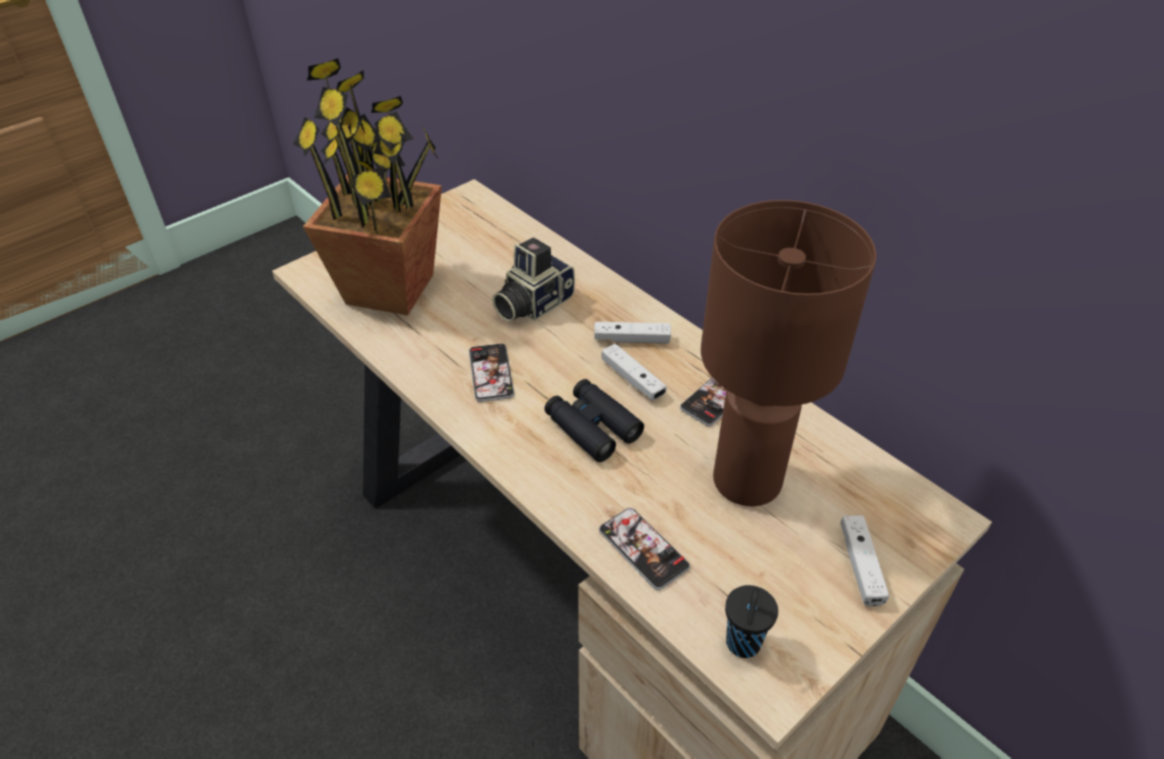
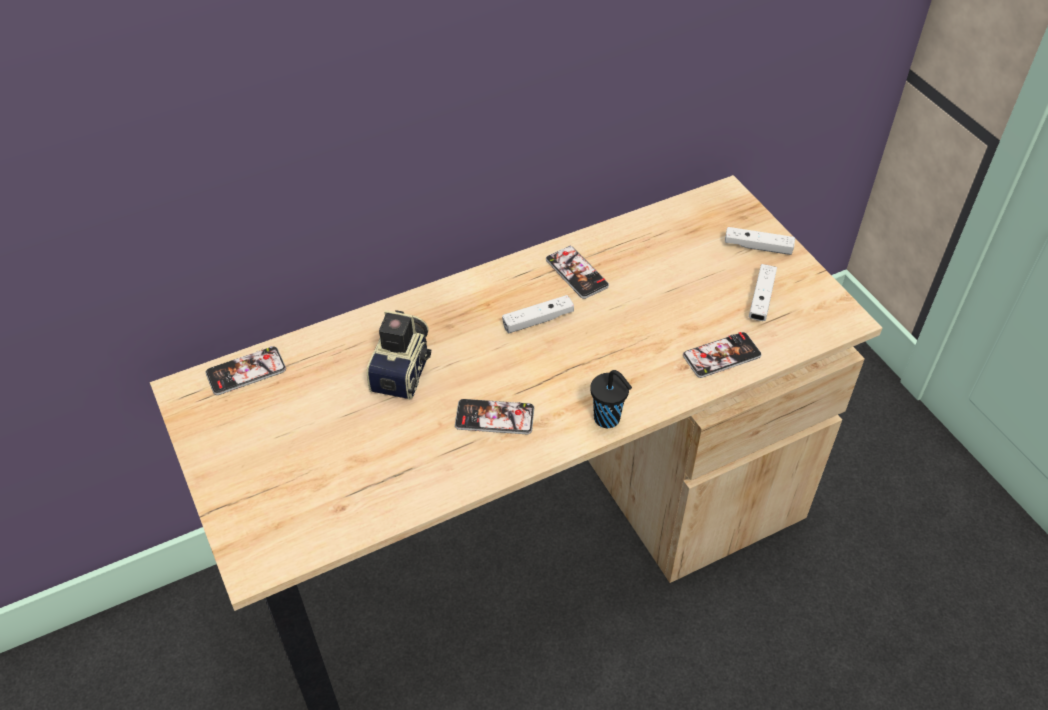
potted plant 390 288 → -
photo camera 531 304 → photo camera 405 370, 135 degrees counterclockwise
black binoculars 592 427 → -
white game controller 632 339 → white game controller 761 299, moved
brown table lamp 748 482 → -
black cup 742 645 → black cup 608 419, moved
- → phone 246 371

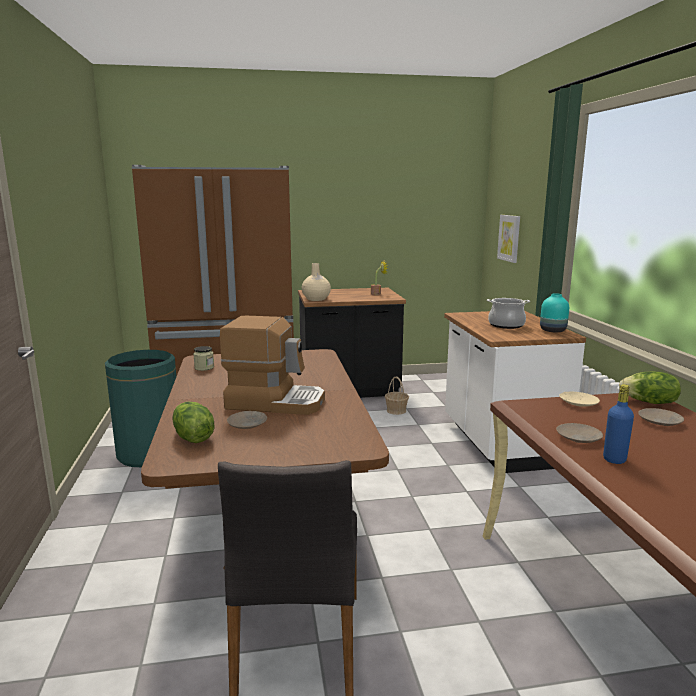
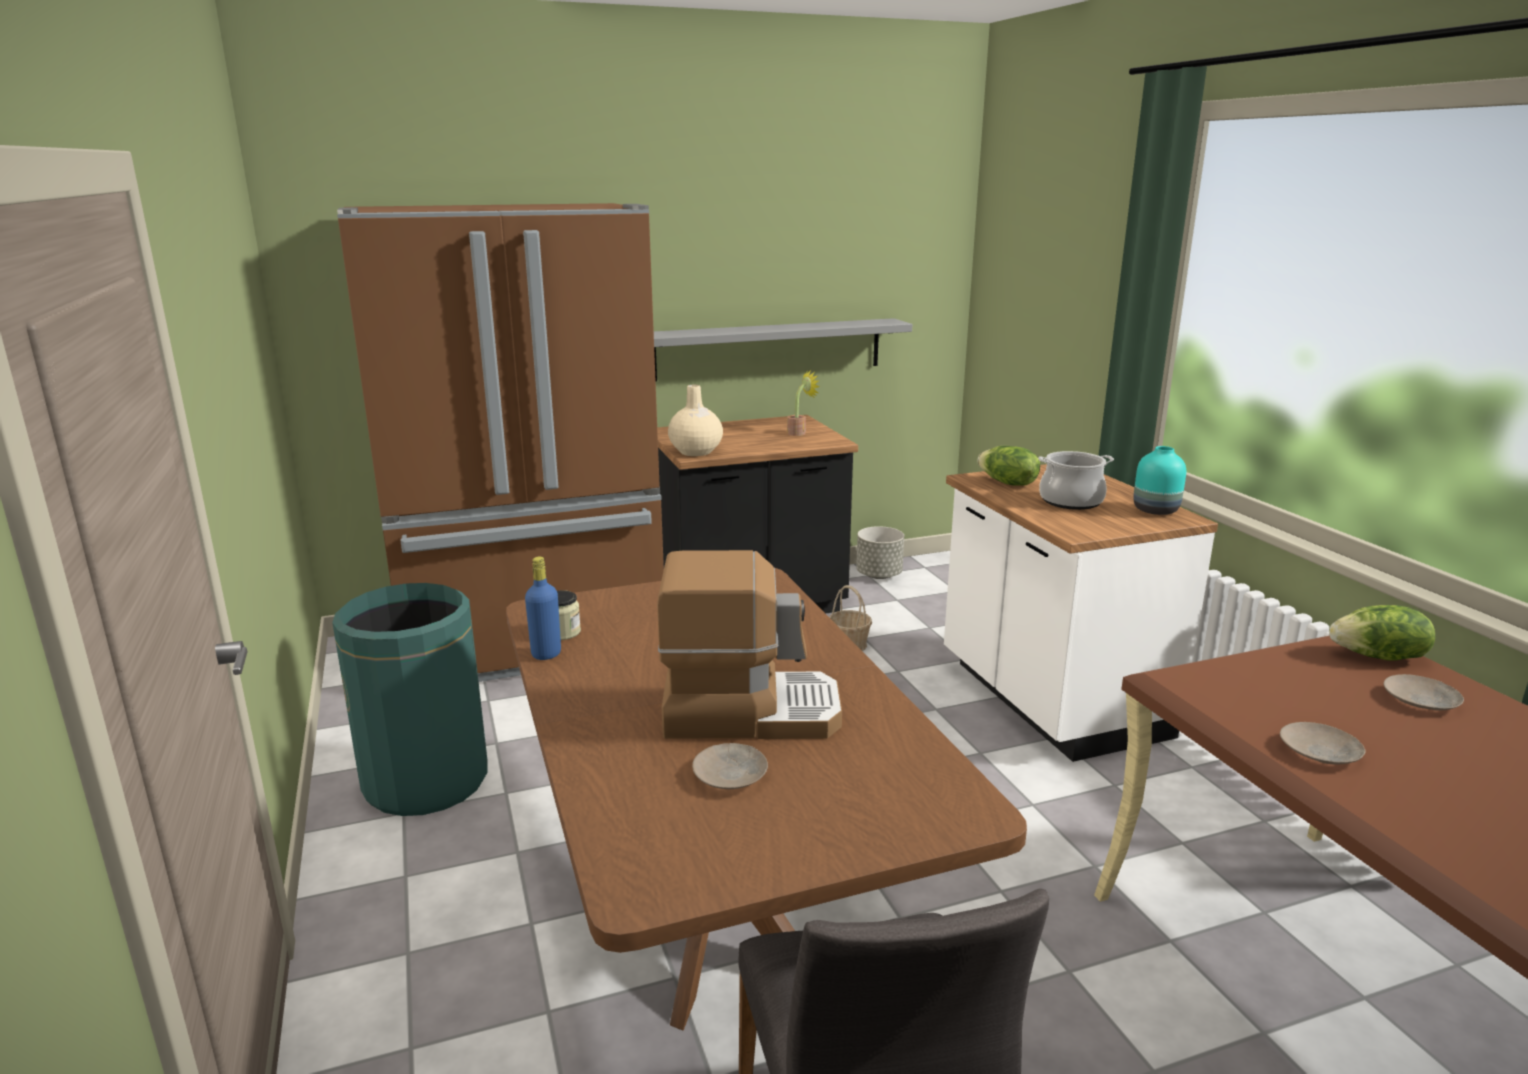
lettuce 192 438 → lettuce 1007 483, moved
picture 509 238 → -
beige plate 578 403 → -
blue bottle 614 459 → blue bottle 546 654, moved
- → grey shelf 768 349
- → grey planter 879 575

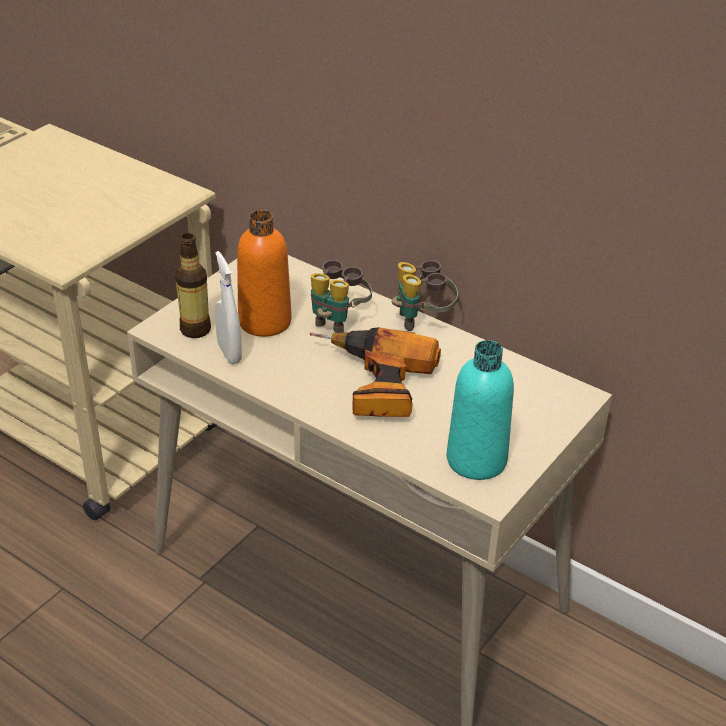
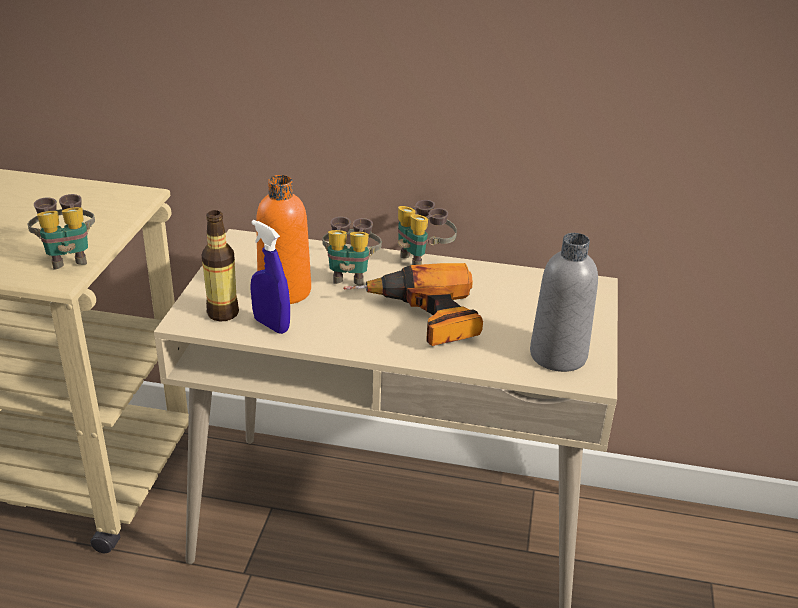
white spray bottle 229 353 → blue spray bottle 271 325
turquoise bottle 476 460 → grey bottle 558 355
- → binoculars 68 257

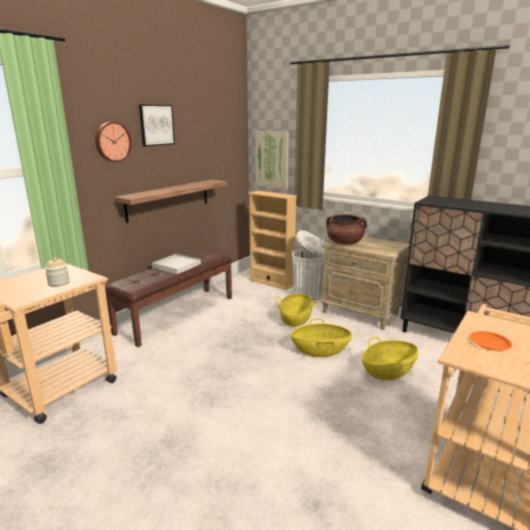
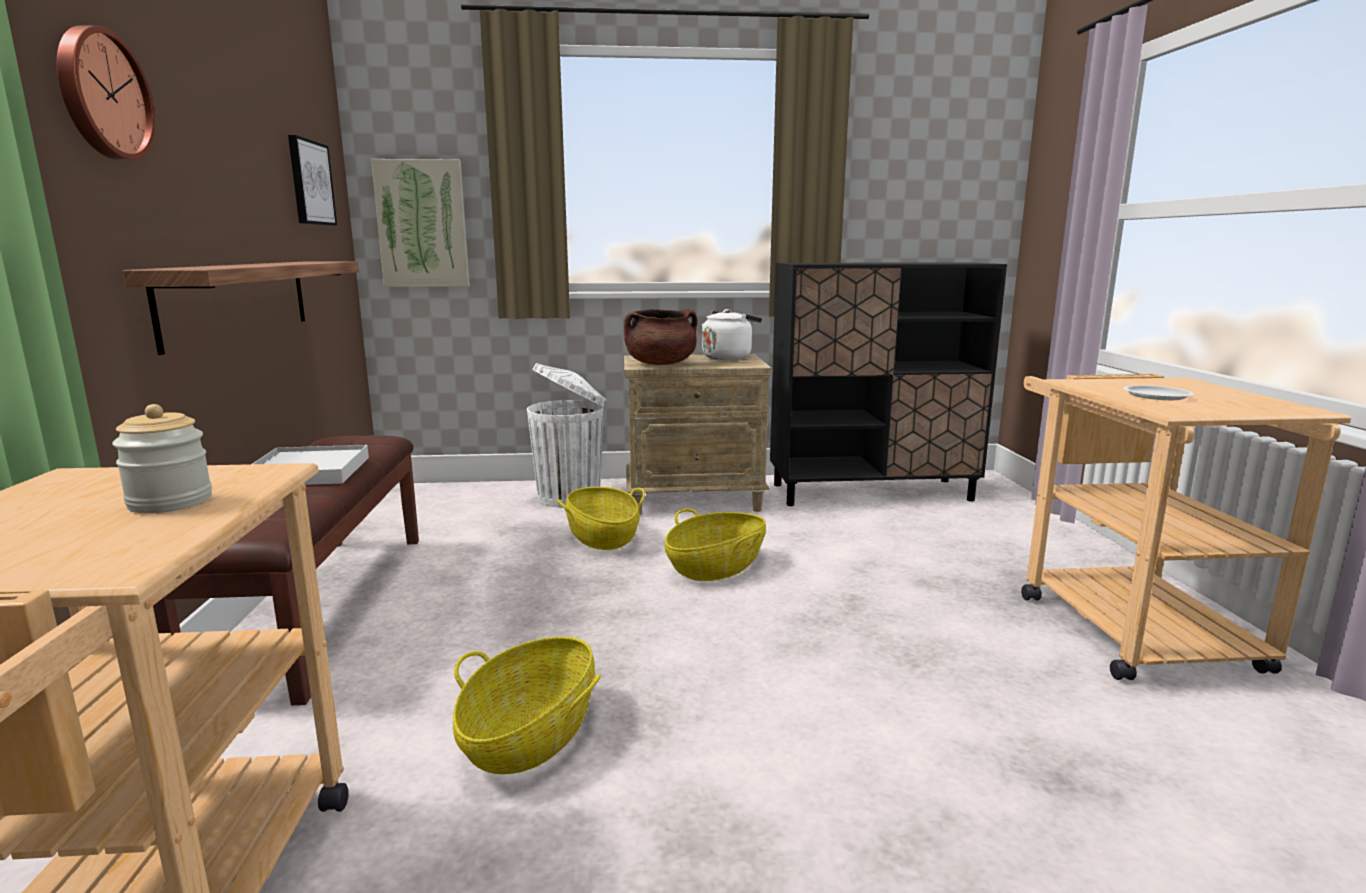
picture 156 125 → picture 310 183, moved
beige bookcase 271 282 → -
basket 388 370 → basket 530 735, moved
orange plate 489 343 → white plate 1156 396
- → white kettle 728 357

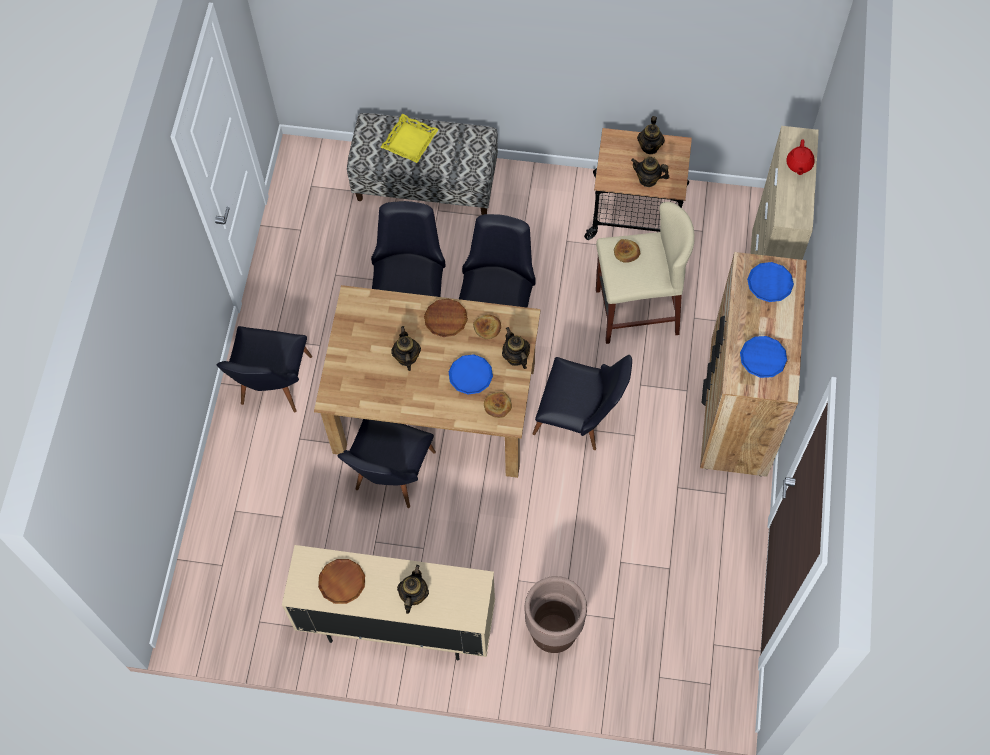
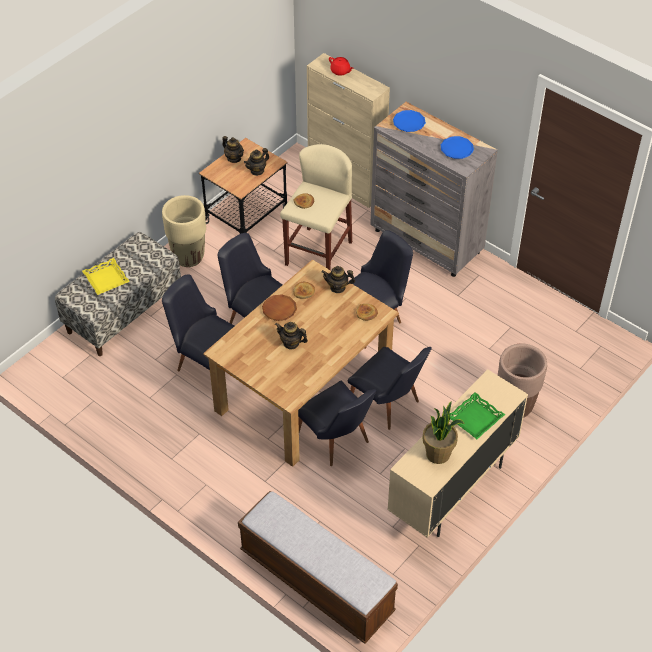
black chair 272 387 → black chair 388 406, moved
brown plate 342 582 → potted plant 438 454
teapot 413 595 → green tray 475 419
blue plate 470 376 → -
brown dresser 736 411 → grey dresser 427 242
- → beige planter 188 257
- → bench 316 582

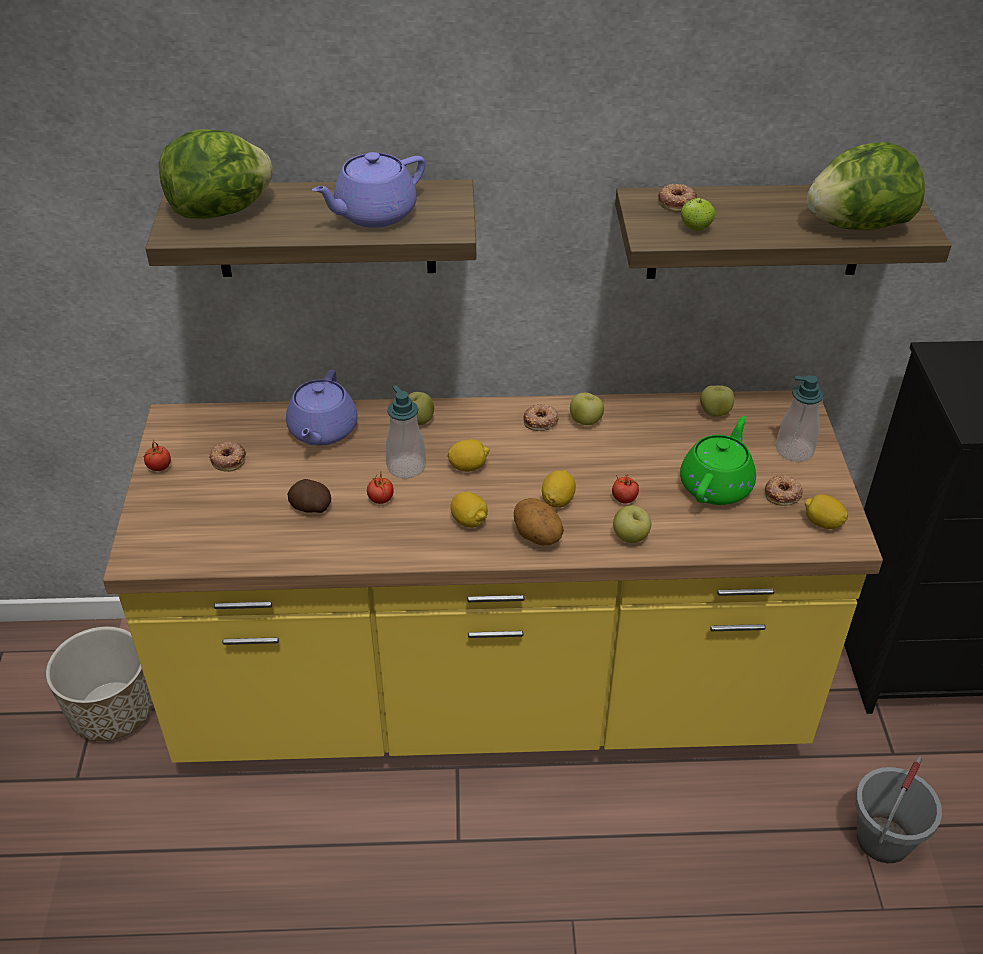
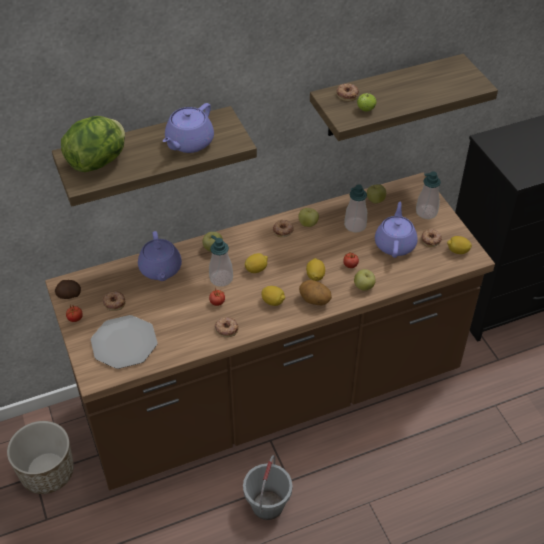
yellow counter 490 698 → brown counter 272 394
potato 310 508 → potato 69 295, moved
green teapot 716 485 → purple teapot 395 244
lettuce 857 226 → -
grey bucket 883 840 → grey bucket 268 505, moved
- → plate 124 343
- → donut 226 328
- → soap dispenser 355 225

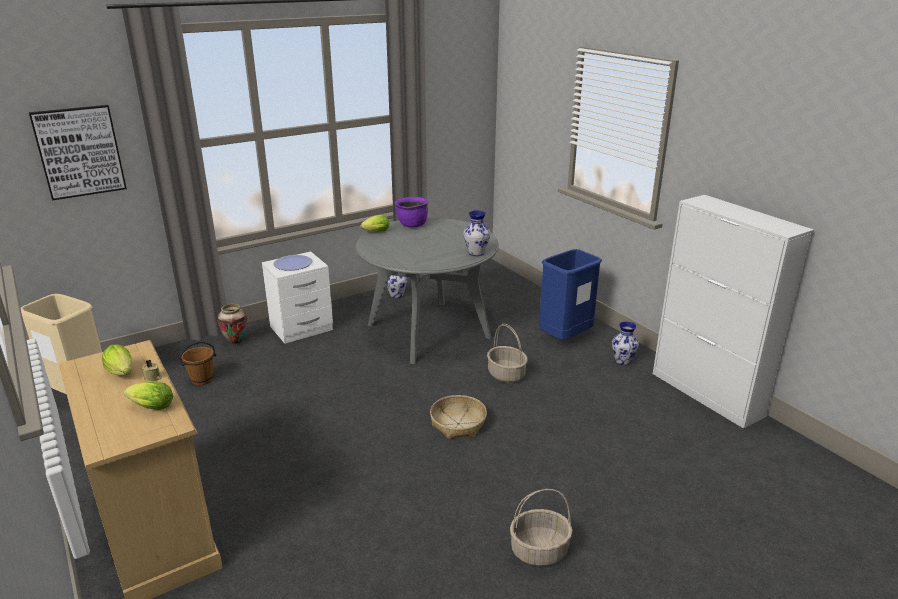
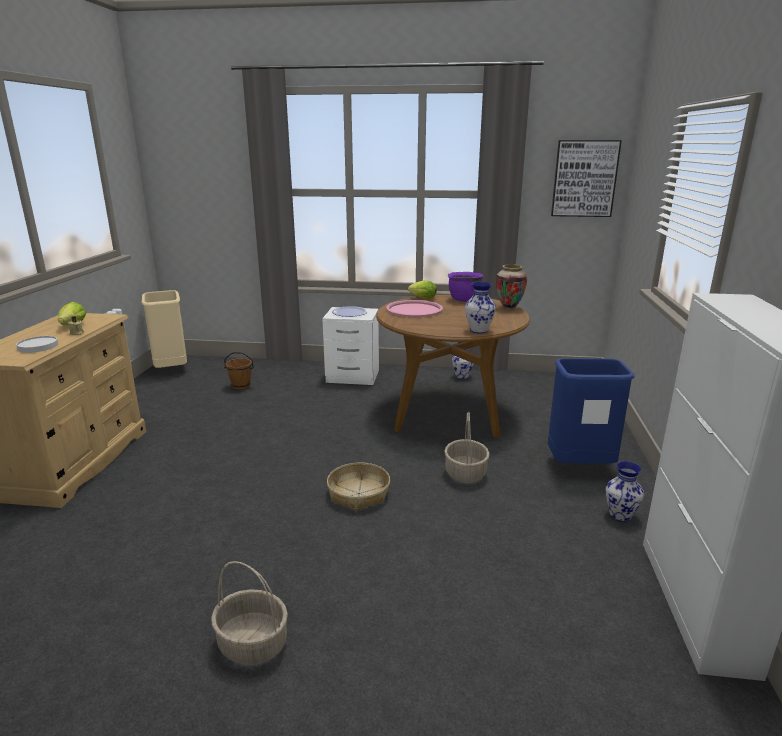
picture 79 151 → picture 584 179, moved
lettuce 150 407 → white plate 38 346
vase 236 342 → vase 509 308, moved
grey dining table 428 331 → brown dining table 448 411
- → pink tray 414 310

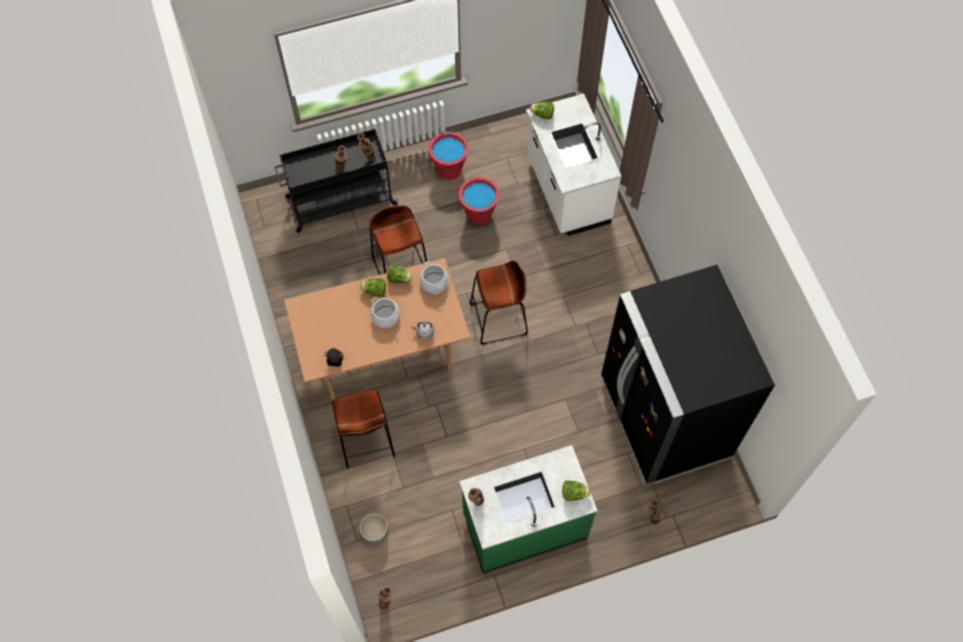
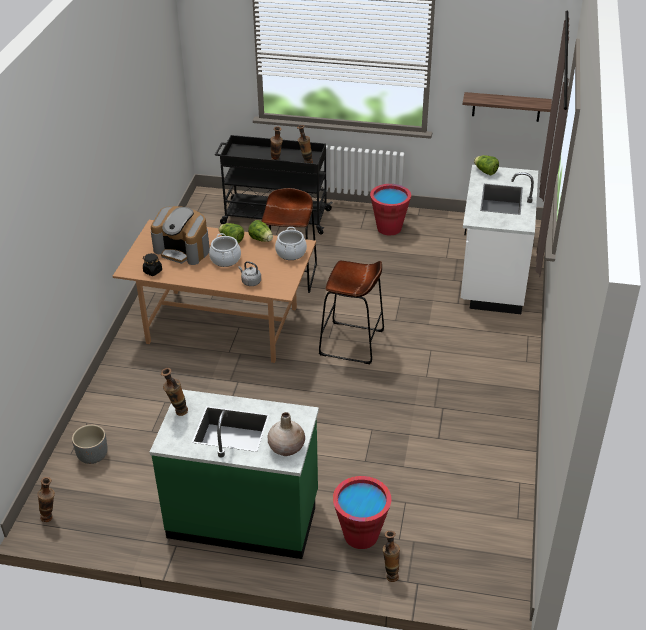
brown stool 365 440 → -
red bucket 479 214 → red bucket 361 535, moved
lettuce 574 493 → beige vase 286 447
black fridge 663 418 → -
- → coffee machine 183 250
- → shelf 506 107

